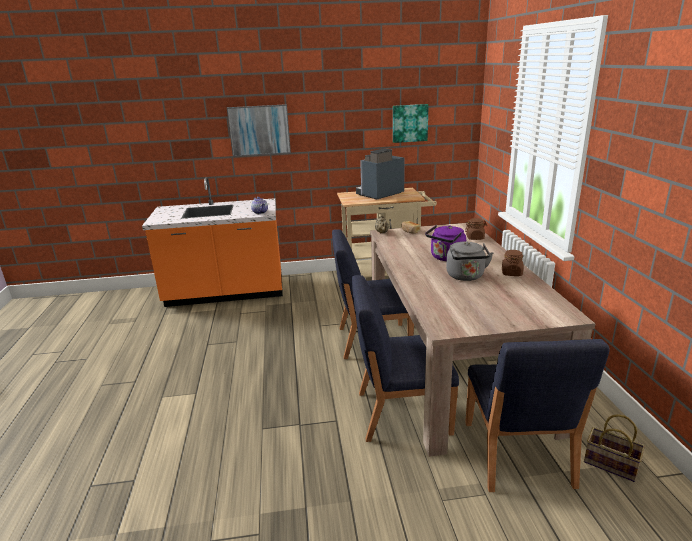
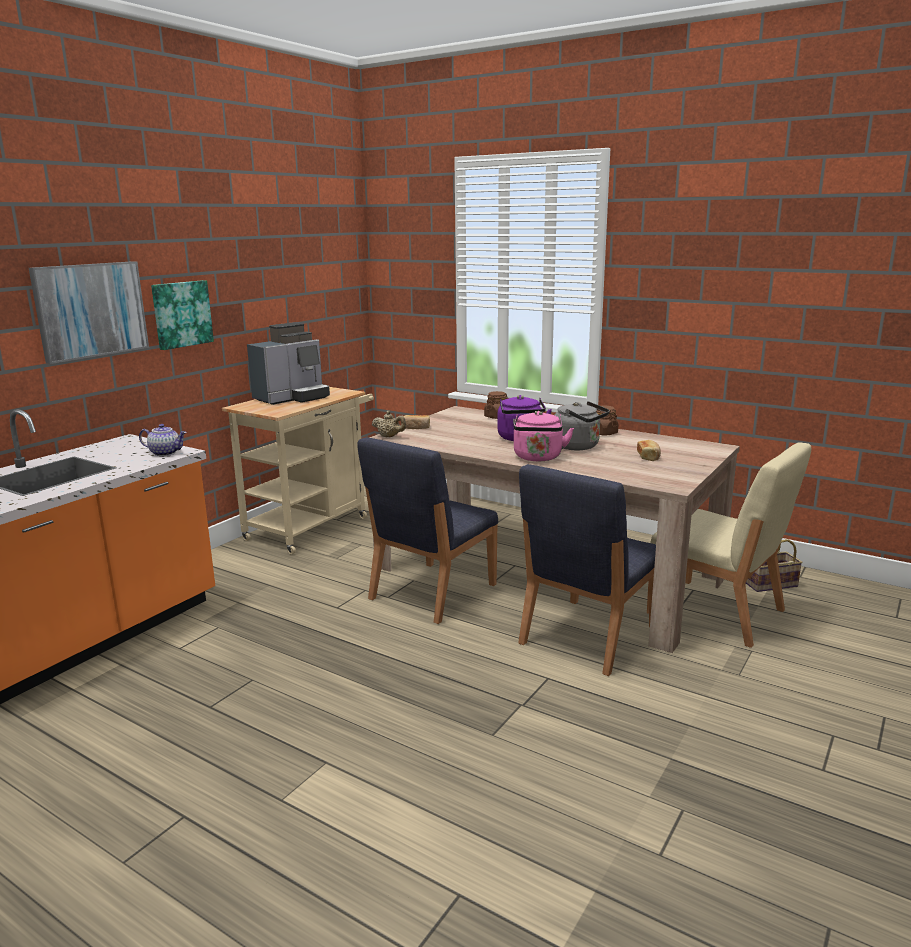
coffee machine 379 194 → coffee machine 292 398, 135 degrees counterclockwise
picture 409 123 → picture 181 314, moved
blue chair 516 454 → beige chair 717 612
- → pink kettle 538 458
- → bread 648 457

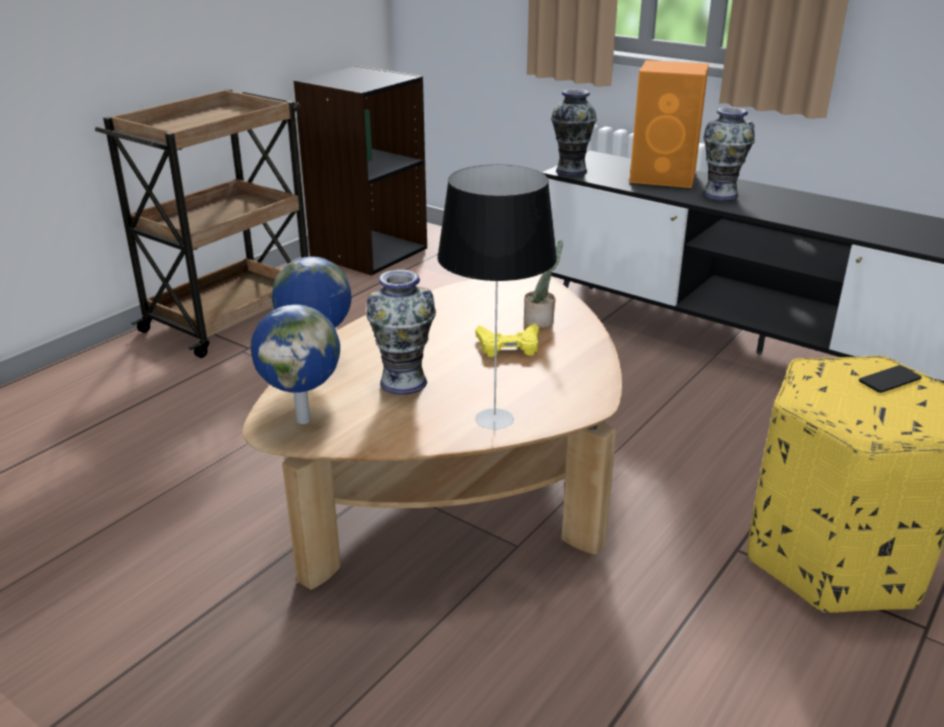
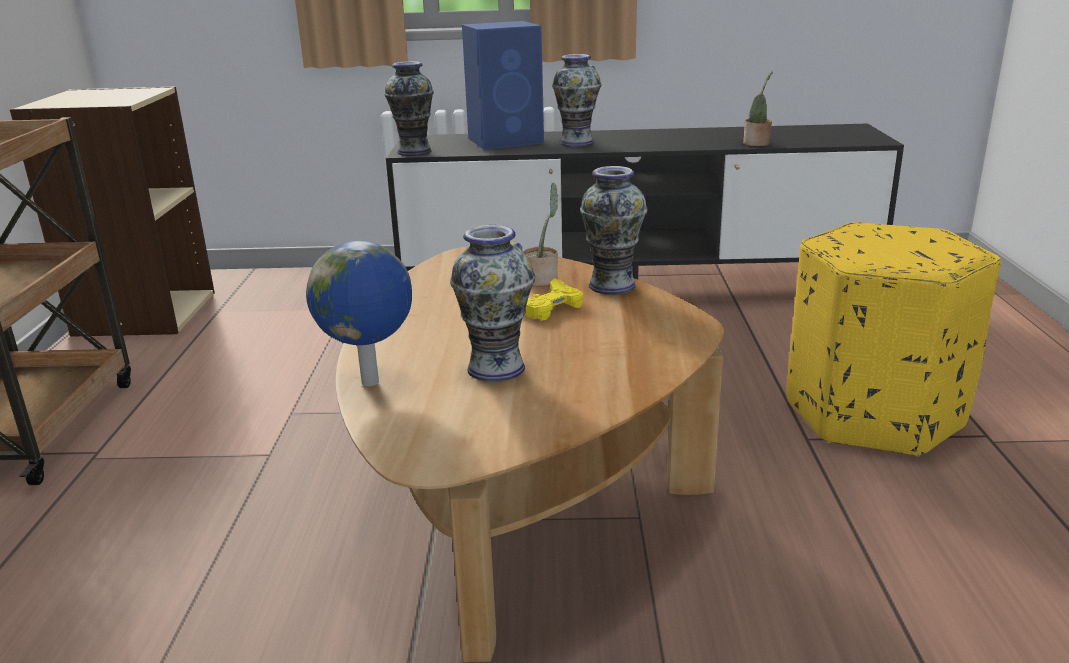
globe 304 419 → -
black bookcase 368 251 → beige bookcase 144 313
table lamp 496 419 → -
orange speaker 665 177 → blue speaker 507 140
phone 889 380 → -
- → vase 611 285
- → potted plant 757 144

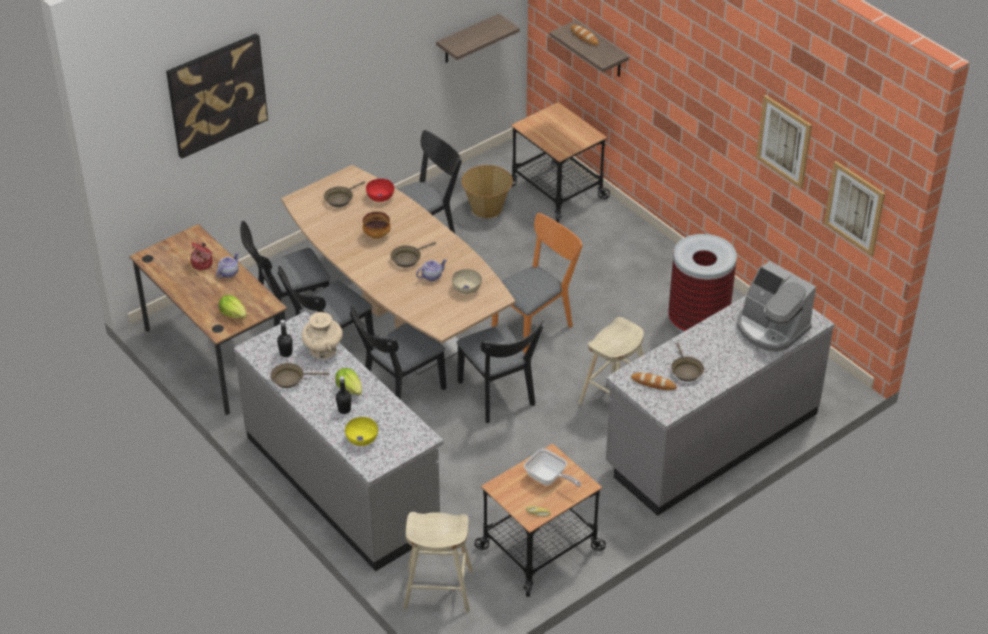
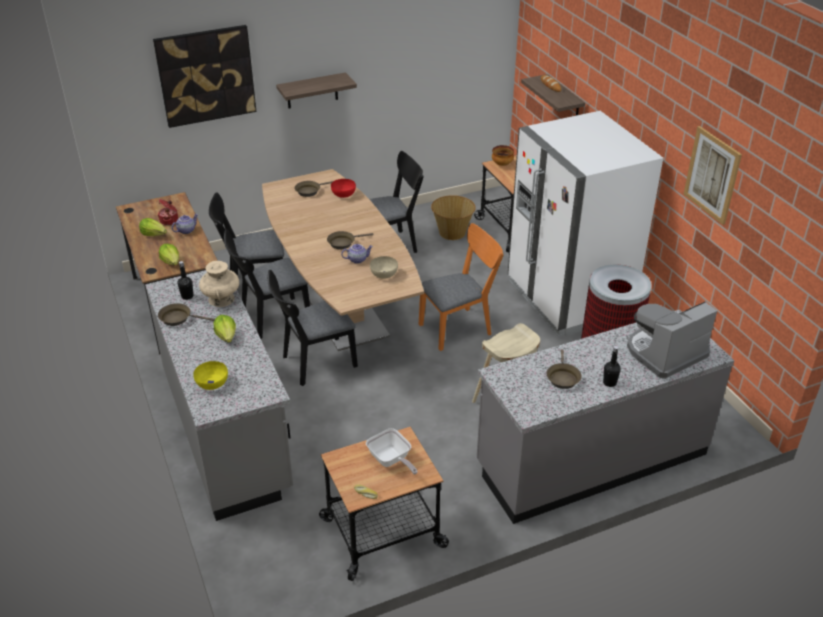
black bottle 344 409 → black bottle 609 383, moved
bowl 376 235 → bowl 502 164, moved
beige stool 439 589 → -
shelf 468 39 → shelf 312 91, moved
black chair 498 397 → -
bread 653 383 → -
coffee machine 771 328 → coffee machine 664 353, 90 degrees clockwise
picture 854 208 → -
- → lettuce 154 234
- → white fridge 568 298

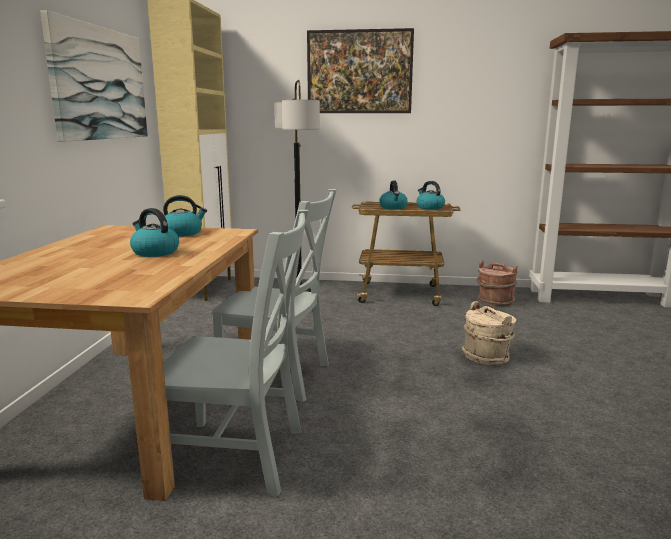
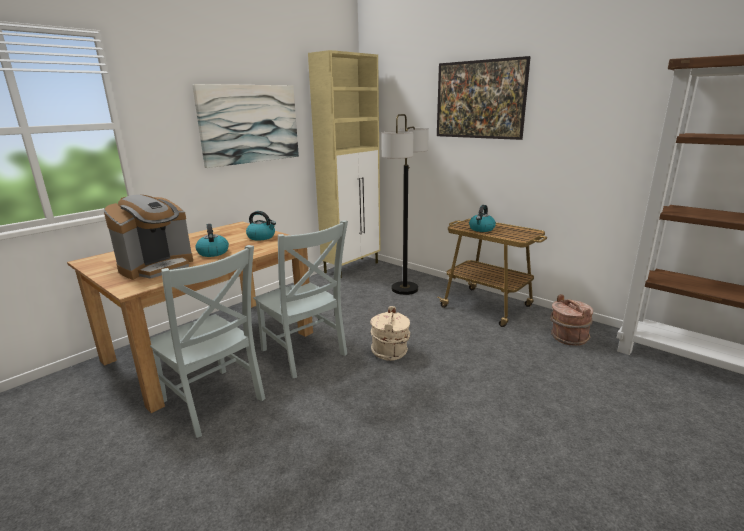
kettle 429 207 → -
beige bucket 486 356 → beige bucket 390 352, moved
- → coffee machine 157 267

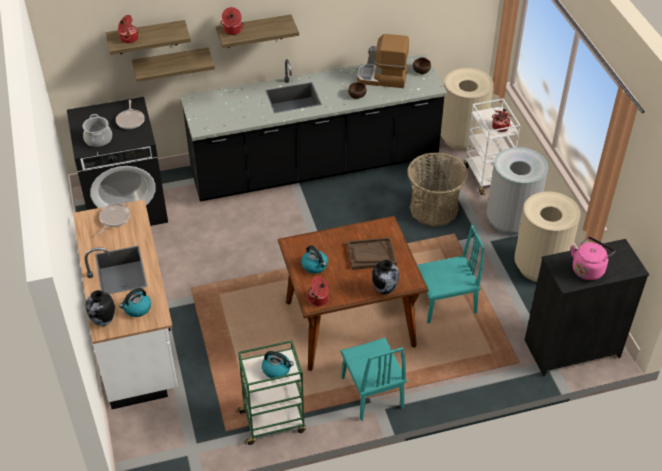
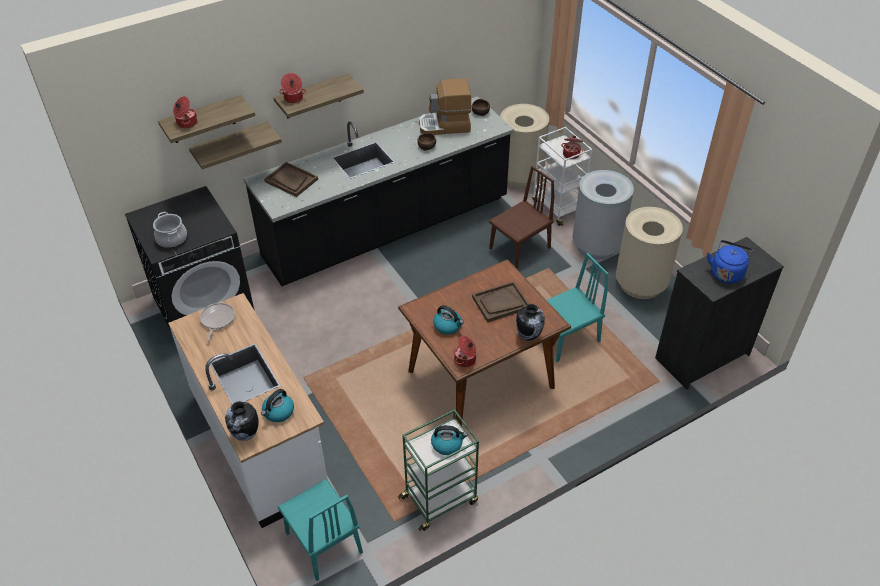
frying pan 130 120 → -
turquoise chair 372 392 → turquoise chair 323 542, moved
basket 434 209 → brown chair 519 248
pink kettle 588 269 → blue kettle 726 273
- → brown tray 291 180

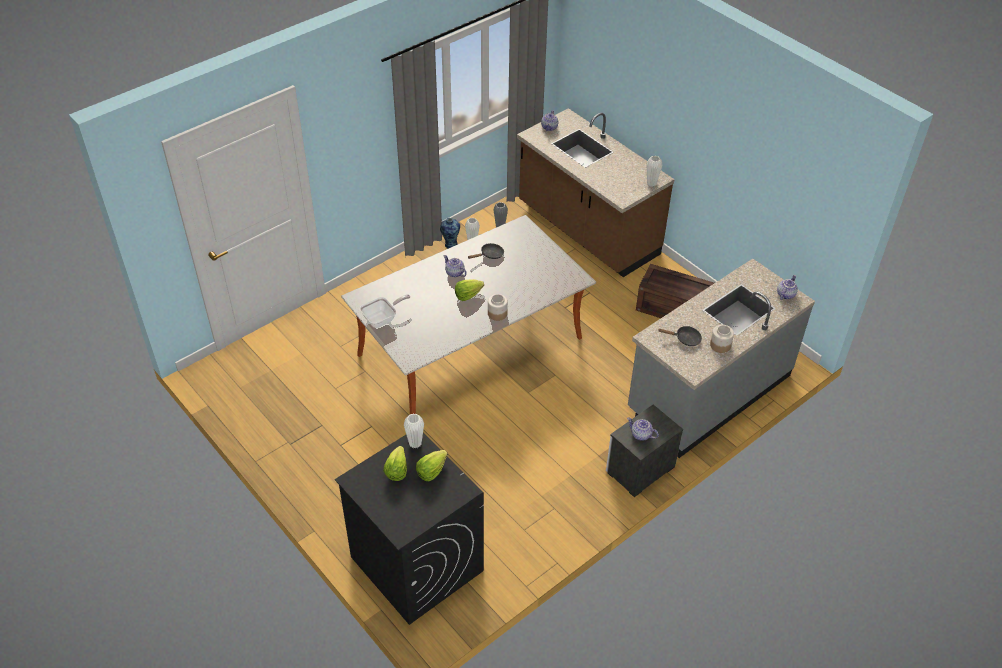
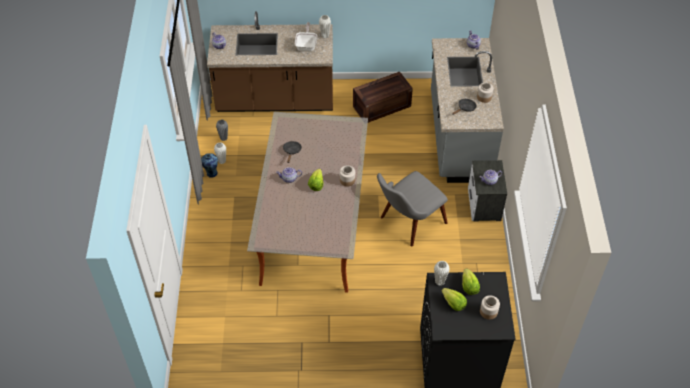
frying pan 382 319 → frying pan 306 45, moved
- → grey chair 407 224
- → jar 488 311

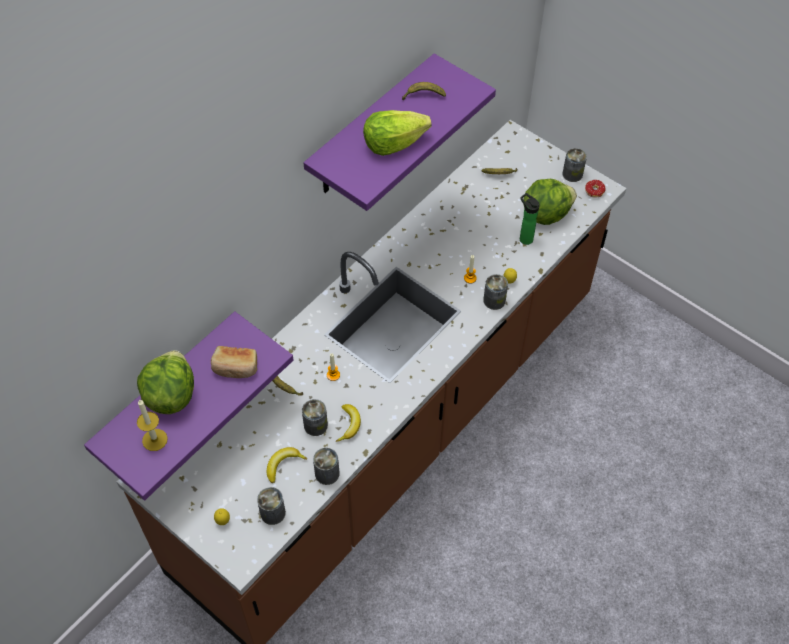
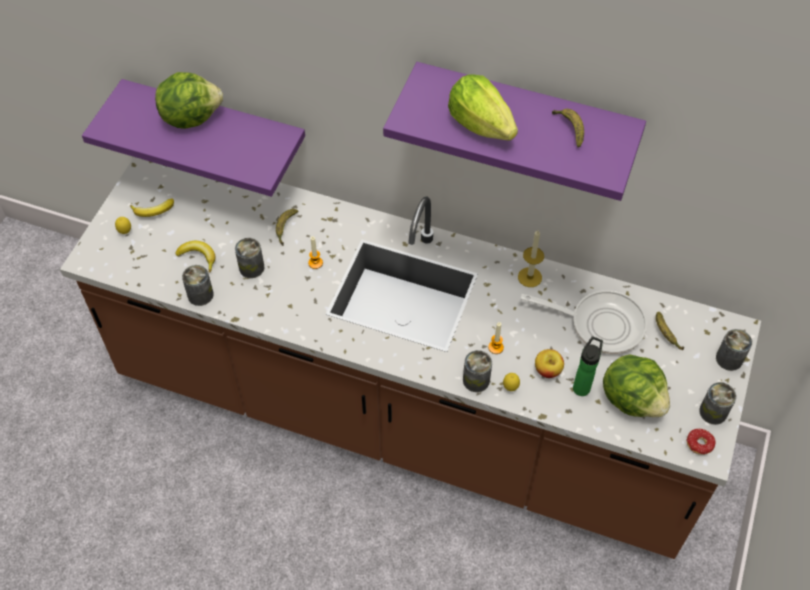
candle 154 440 → candle 530 277, moved
bread 235 368 → -
can 273 513 → can 729 359, moved
banana 349 424 → banana 153 211, moved
- → frying pan 600 324
- → apple 547 370

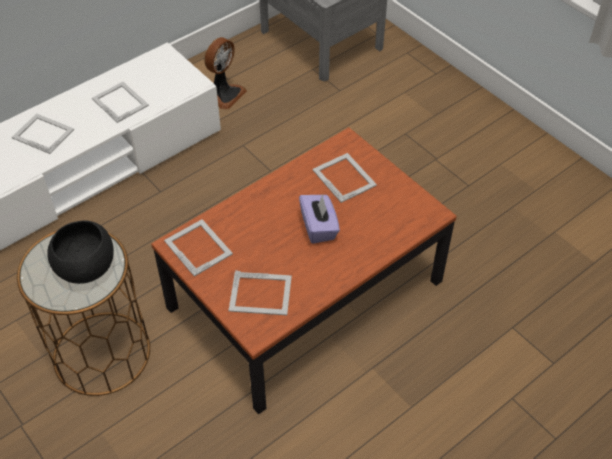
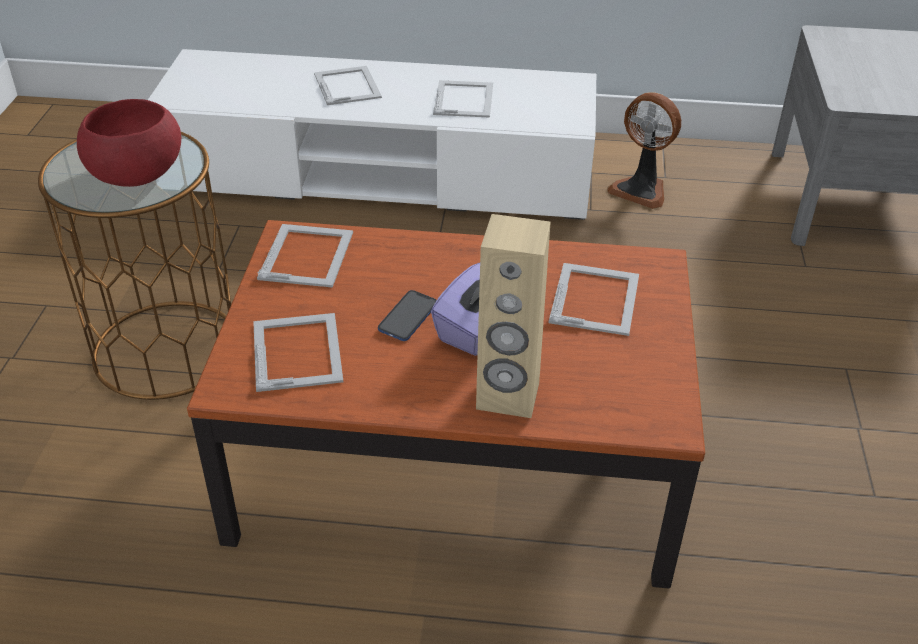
black bowl 85 266 → red bowl 136 172
fan 225 94 → fan 641 190, 45 degrees clockwise
picture frame 261 294 → picture frame 298 350, 150 degrees counterclockwise
- → phone 408 317
- → beige speaker 507 396

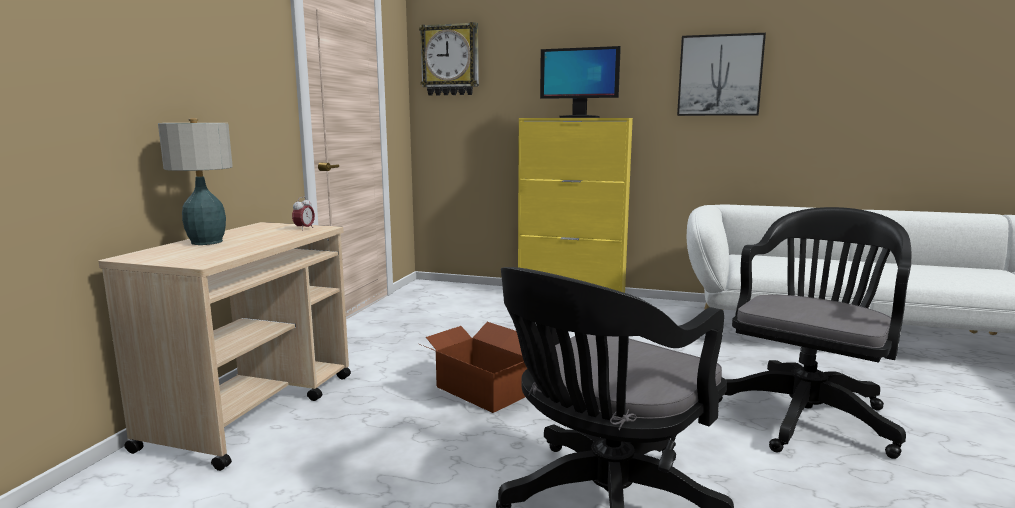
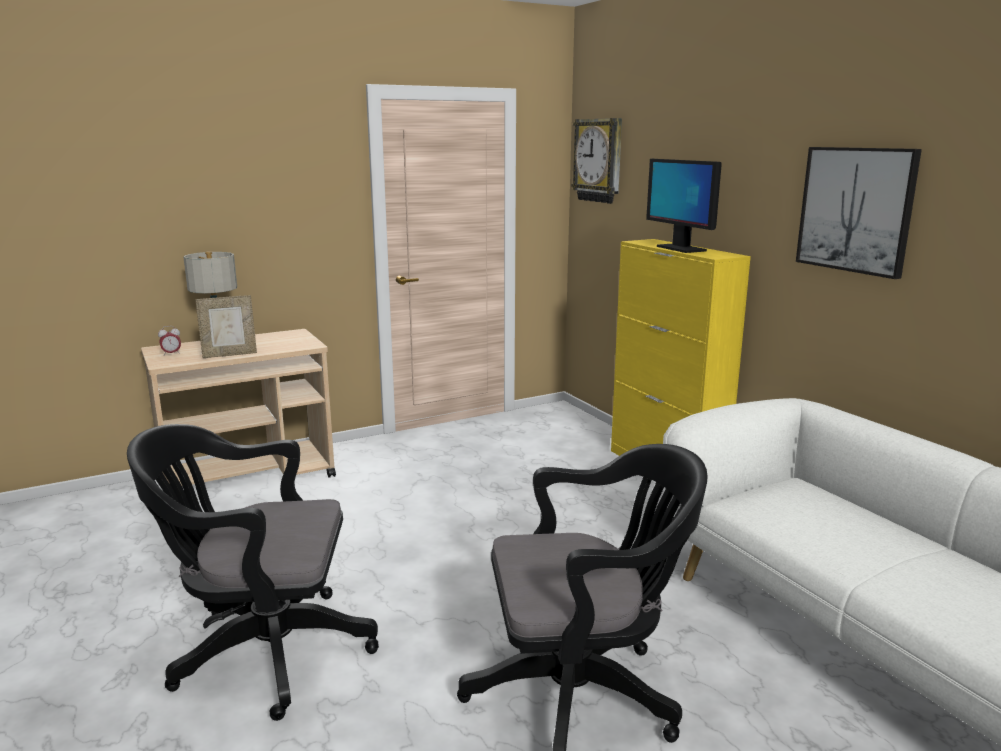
alarm clock 304 229 → alarm clock 171 354, moved
cardboard box 482 390 → -
- → picture frame 230 354

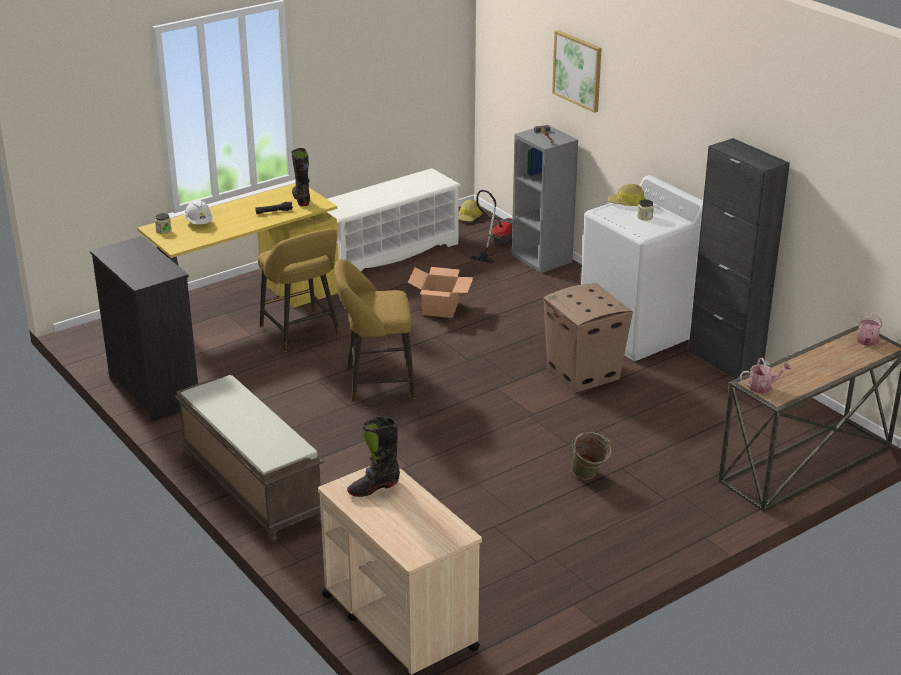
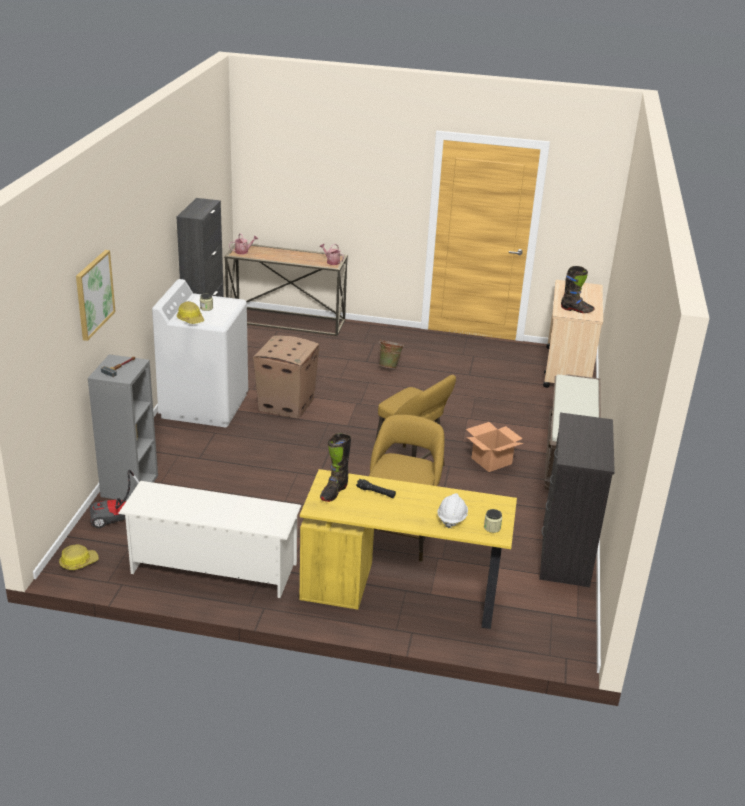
cardboard box 440 308 → cardboard box 491 461, moved

